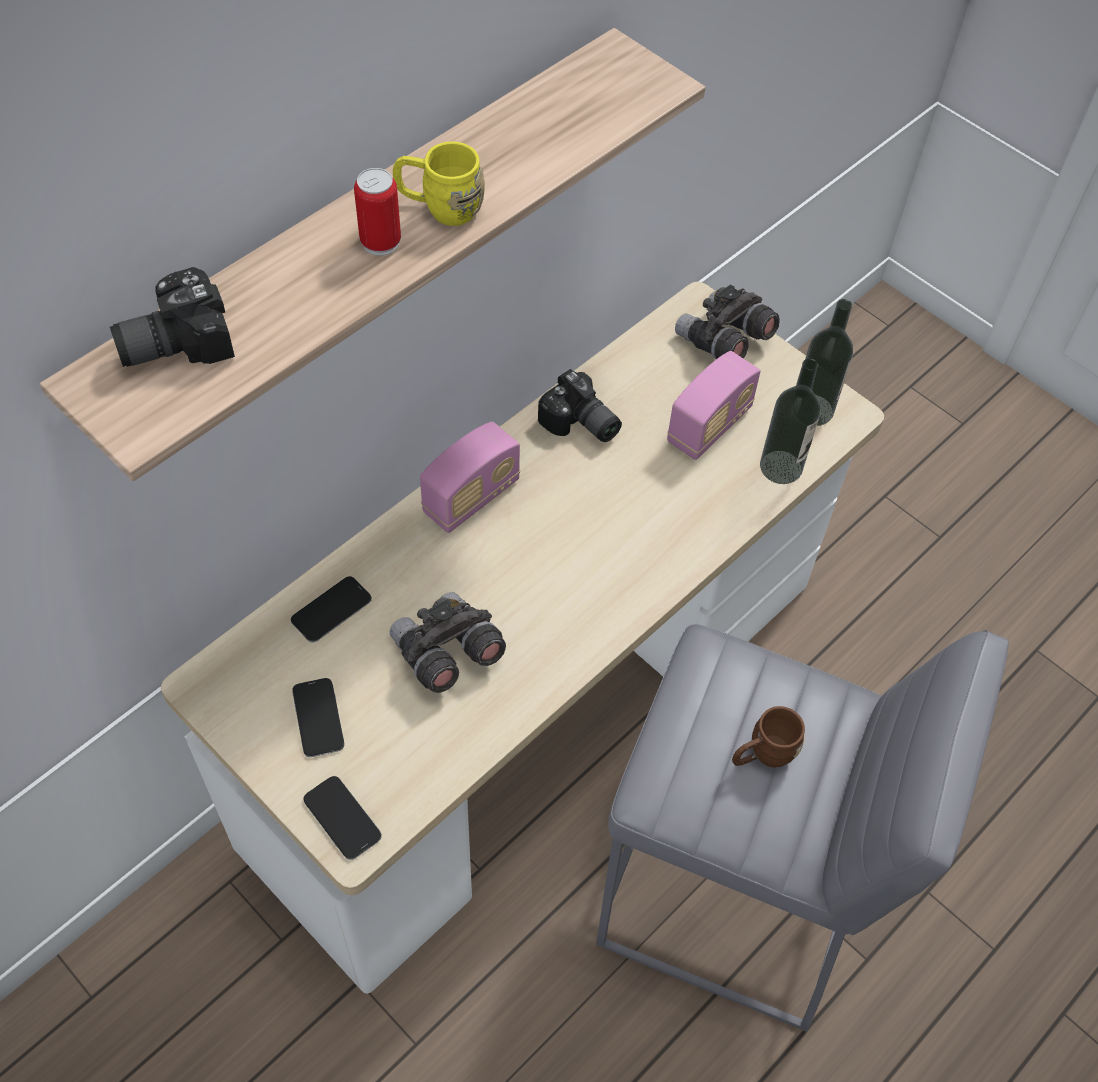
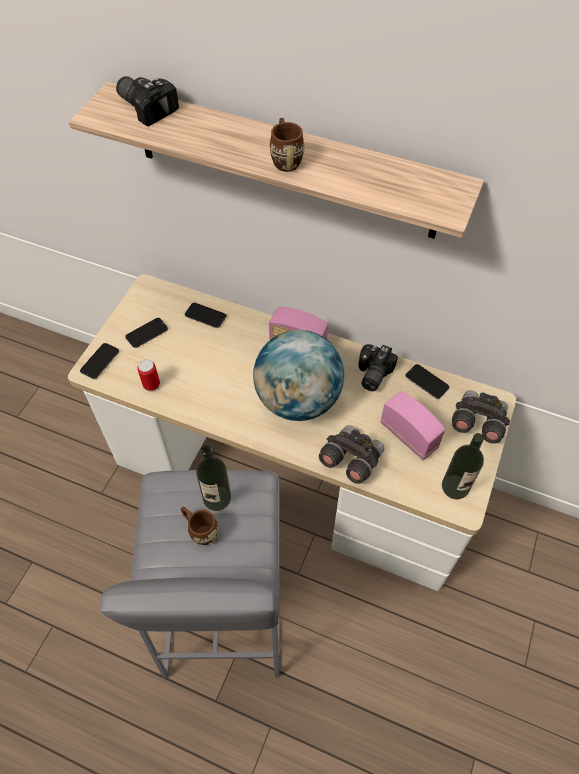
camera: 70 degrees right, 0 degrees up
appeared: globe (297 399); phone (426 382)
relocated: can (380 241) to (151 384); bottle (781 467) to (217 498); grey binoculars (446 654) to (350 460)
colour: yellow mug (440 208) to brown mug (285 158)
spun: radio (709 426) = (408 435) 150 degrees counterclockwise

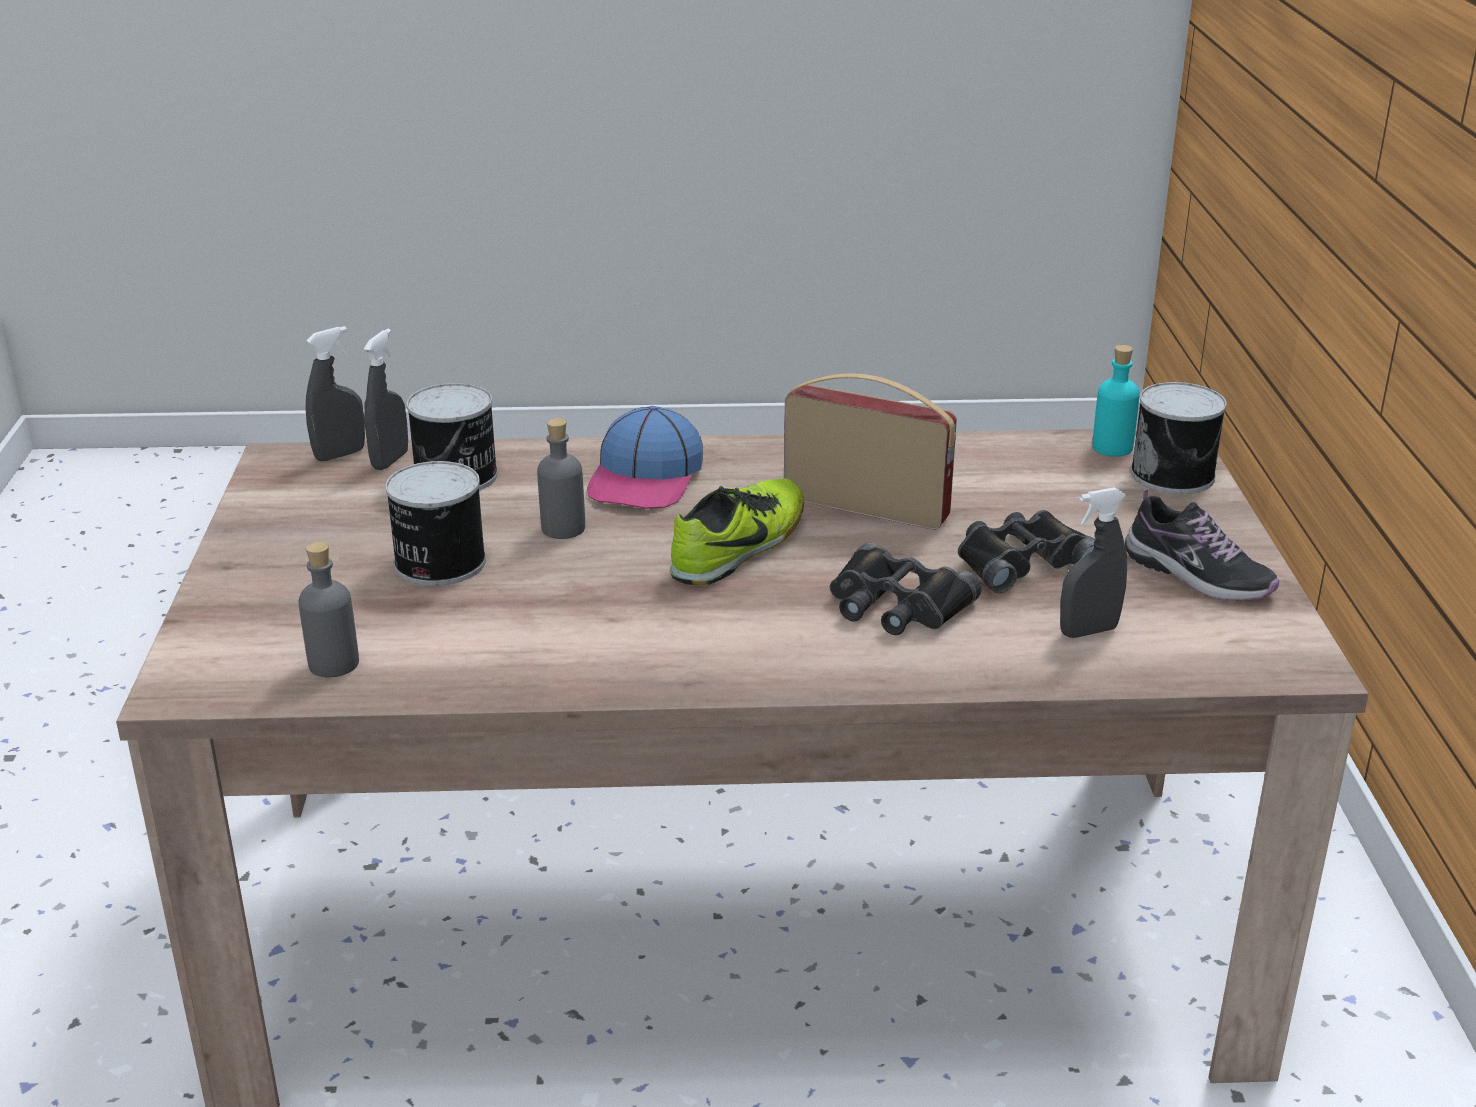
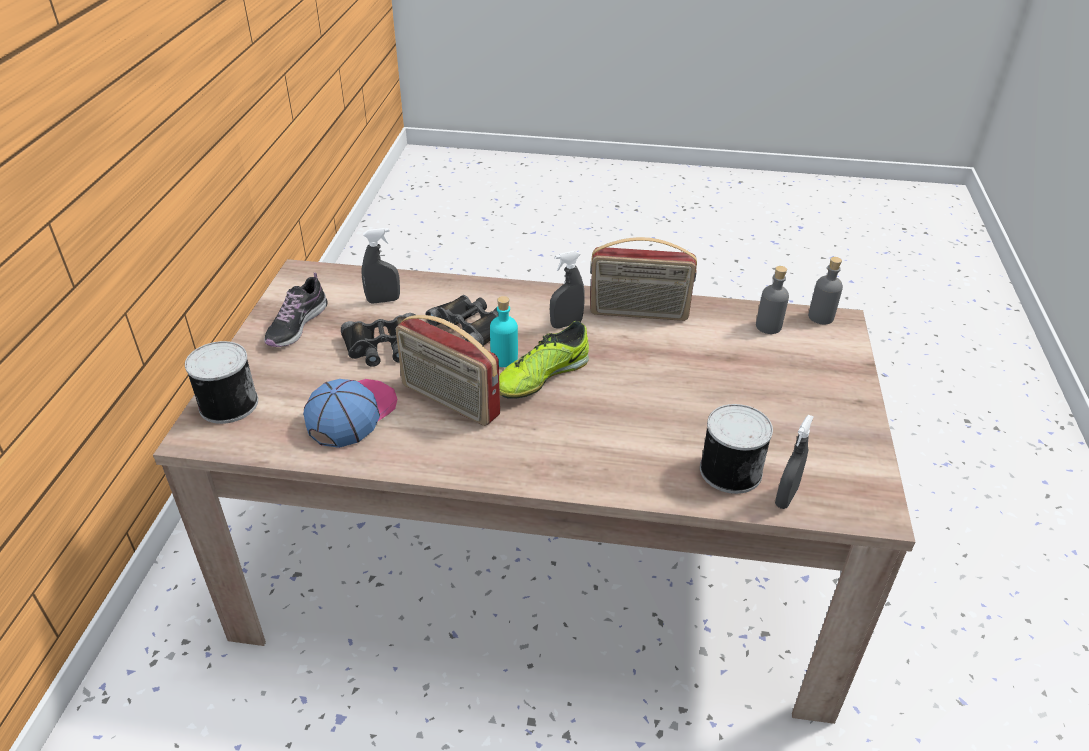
camera: 170 degrees left, 10 degrees up
missing: can (437 563)
appeared: radio (639 313)
relocated: cap (646 478) to (351 414); turquoise bottle (1112 447) to (504 359); grey spray bottle (340 455) to (566 324); grey bottle (563 528) to (821 317)
spun: shoe (1197 575) = (296 325) 120 degrees counterclockwise

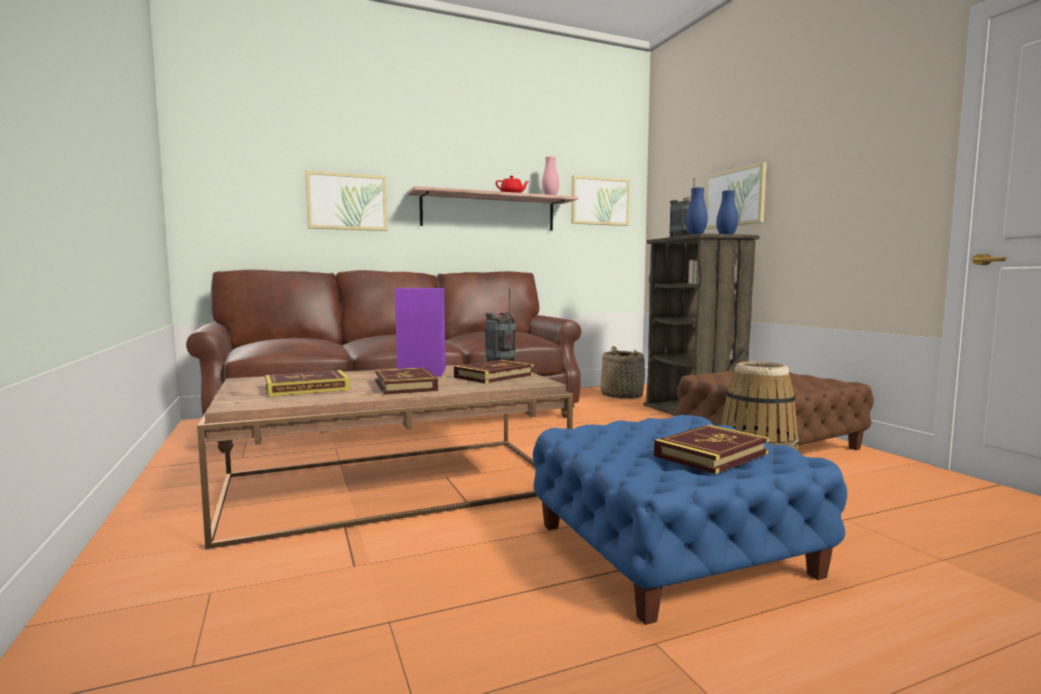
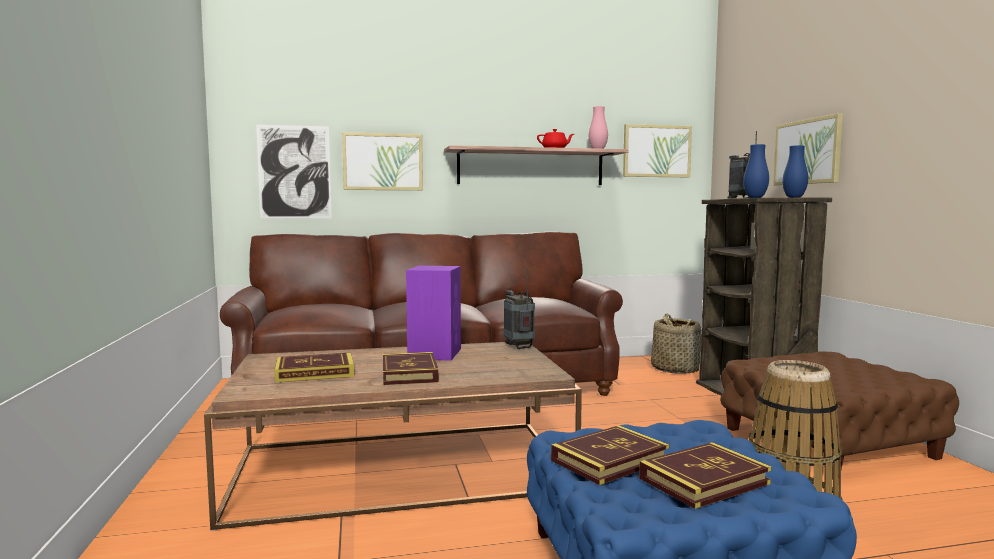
camera: 10 degrees right, 0 degrees up
appeared: picture (294 172)
relocated: book (494 376) to (609 460)

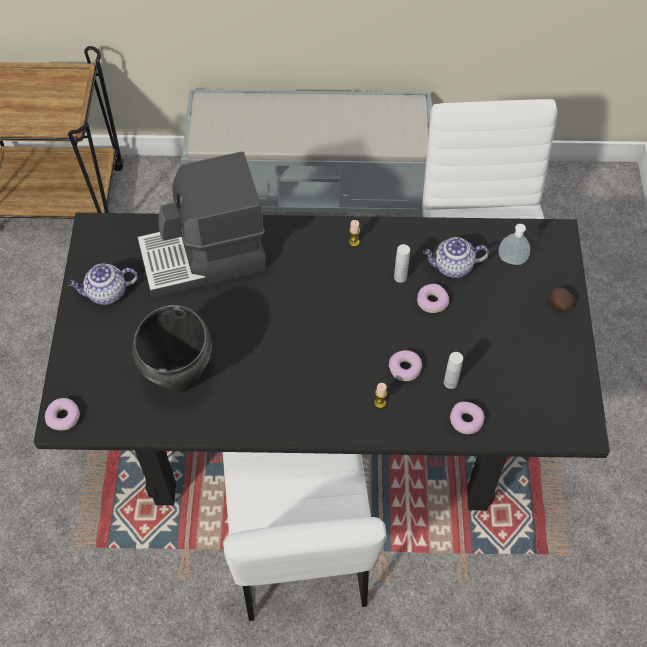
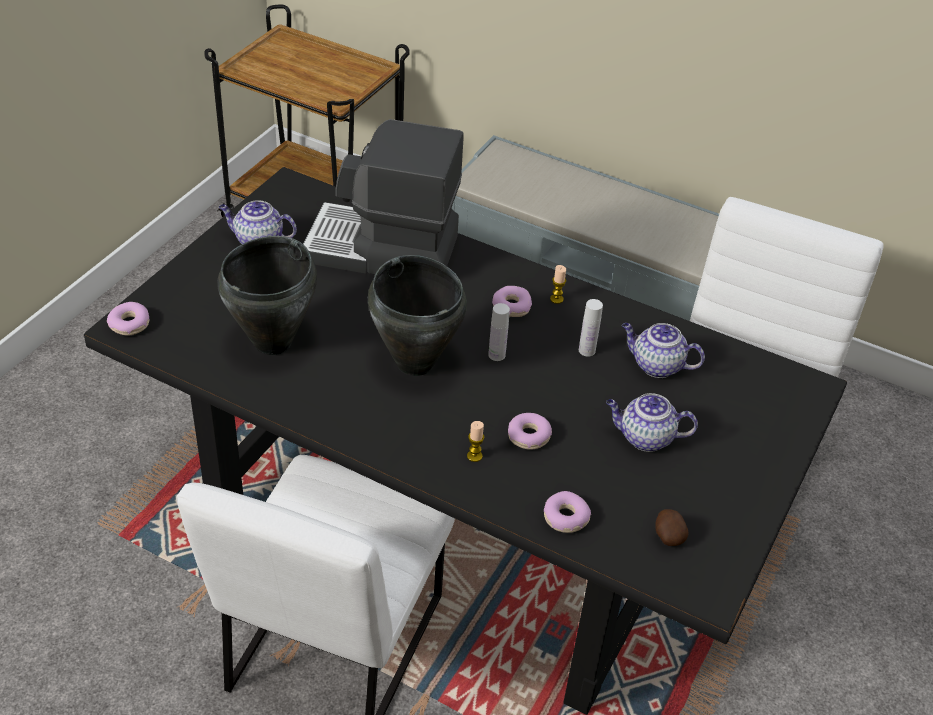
camera: 25 degrees right, 15 degrees down
missing: soap dispenser (511 261)
appeared: black cooking pot (415 362); teapot (645 438)
relocated: white bottle (450 382) to (496 355); donut (431 302) to (511 306); potato (559 304) to (668 536)

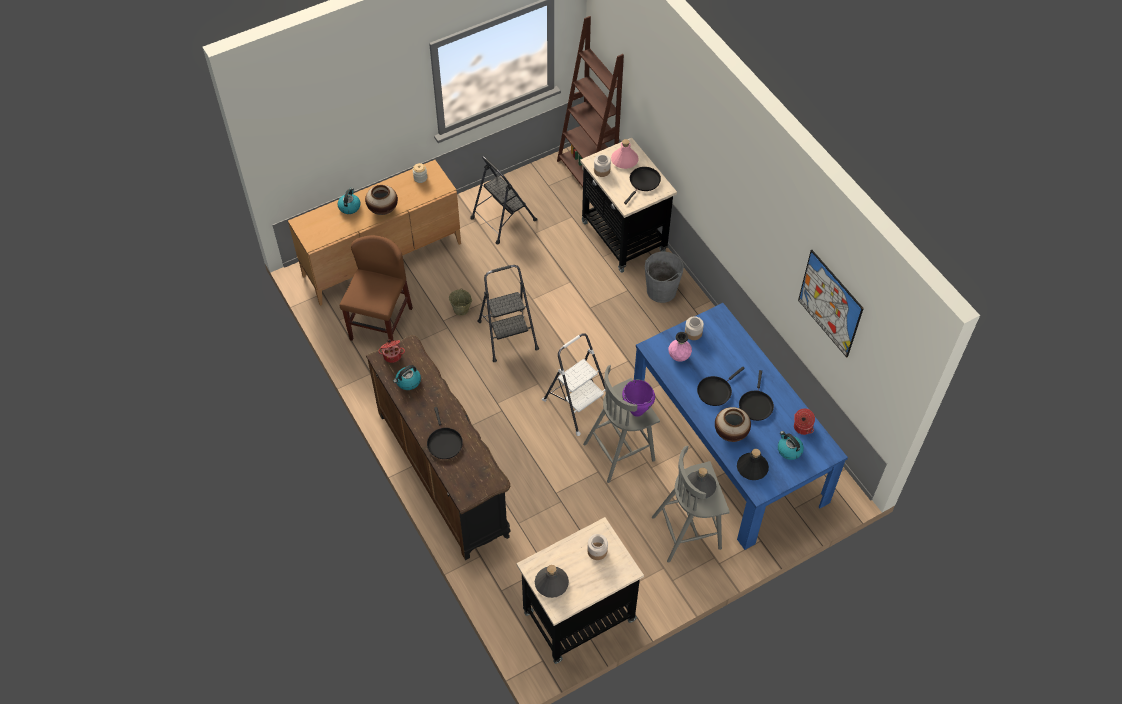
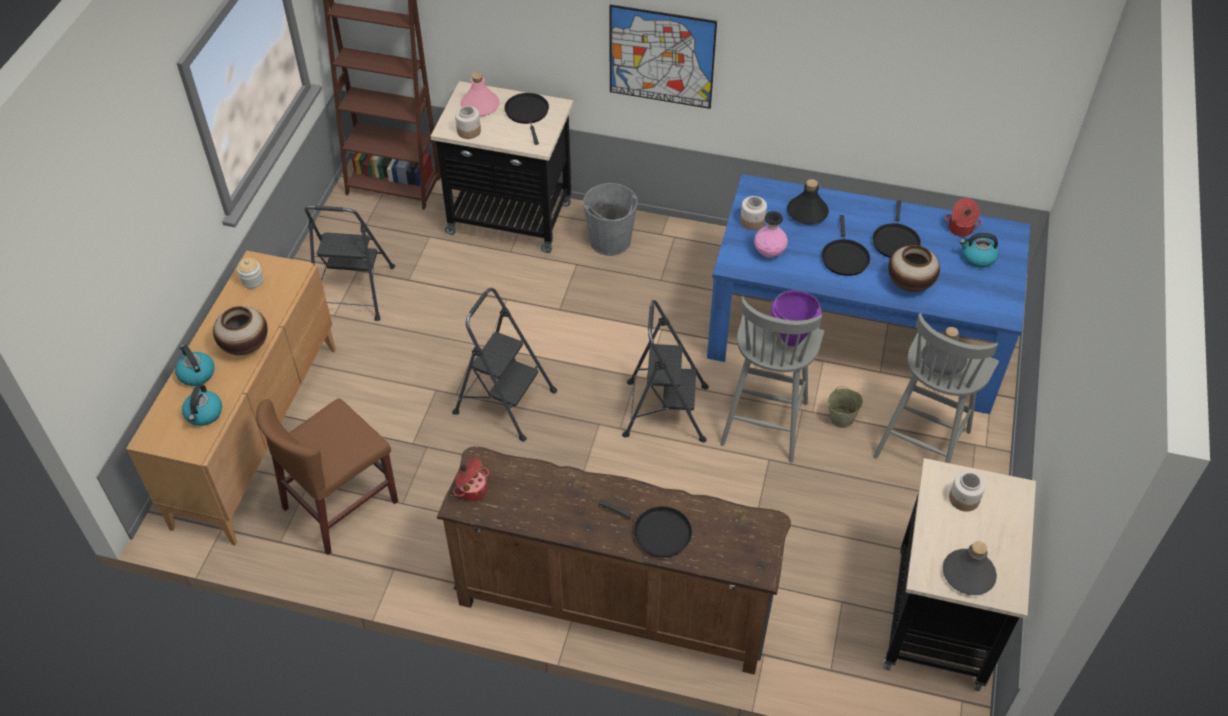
camera: 45 degrees left, 5 degrees down
relocated: kettle (408 382) to (204 414); picture (830 303) to (661 57); black bottle (752 467) to (807 212); beige bucket (461 309) to (842 418)
colour: white step ladder (577 402) to black step ladder (662 410)
spun: brown chair (381 324) = (341 505) 105 degrees counterclockwise; black frying pan (755 404) = (895 241) 45 degrees clockwise

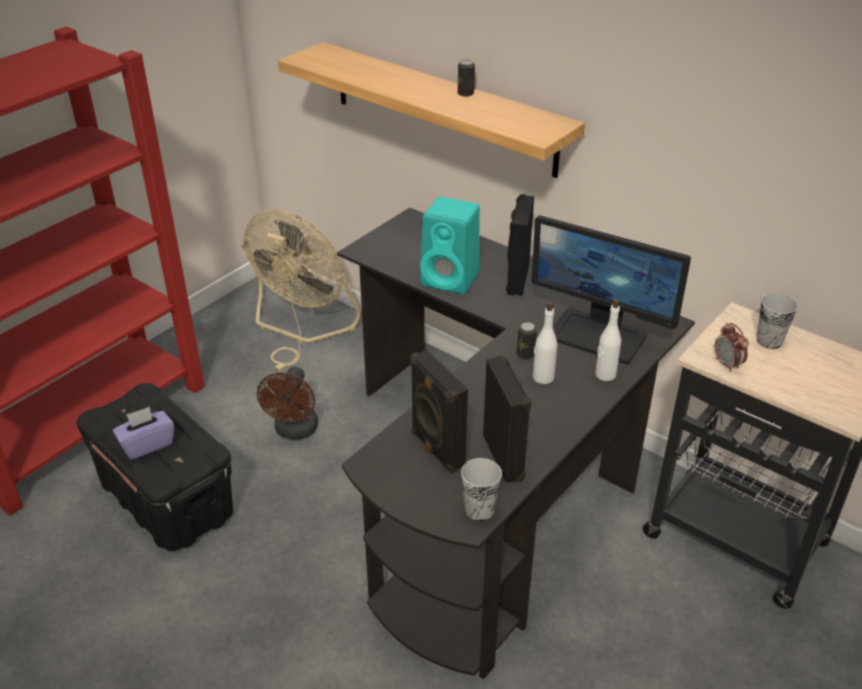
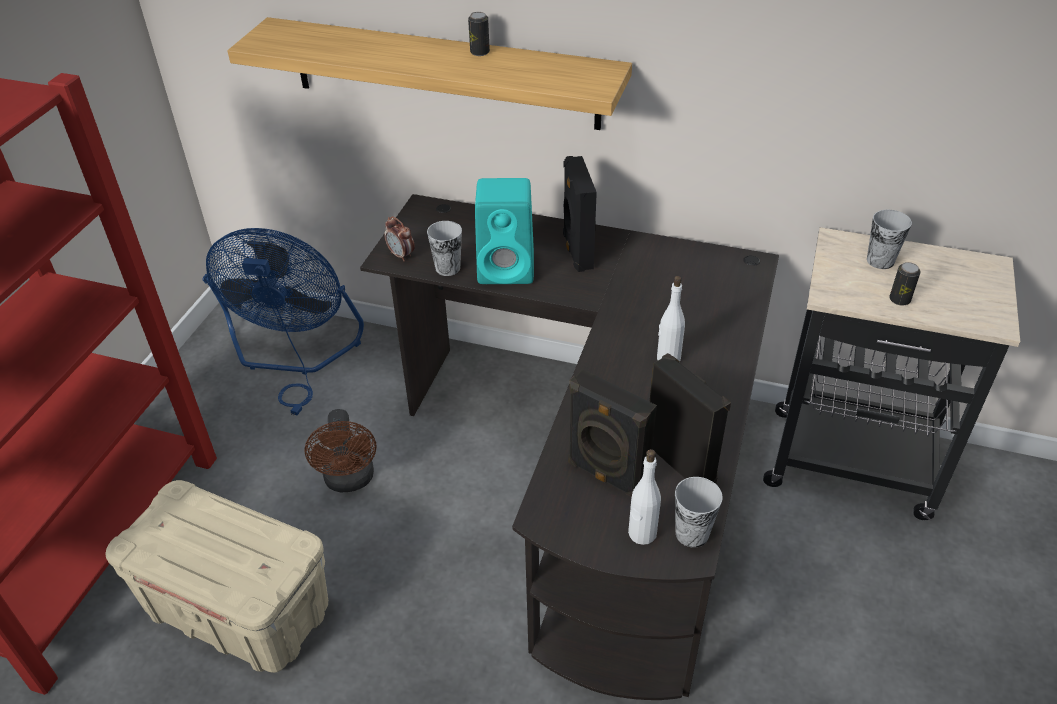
camera: 20 degrees left, 5 degrees up
missing: purple tissue box (147 444); monitor (598 335)
appeared: cup (447 268)
relocated: alarm clock (727 364) to (401 255); white bottle (605 374) to (642 533); can (525 354) to (899 300)
colour: black storage box (168 500) to beige storage box (240 610); beige fan (295 327) to blue fan (290 357)

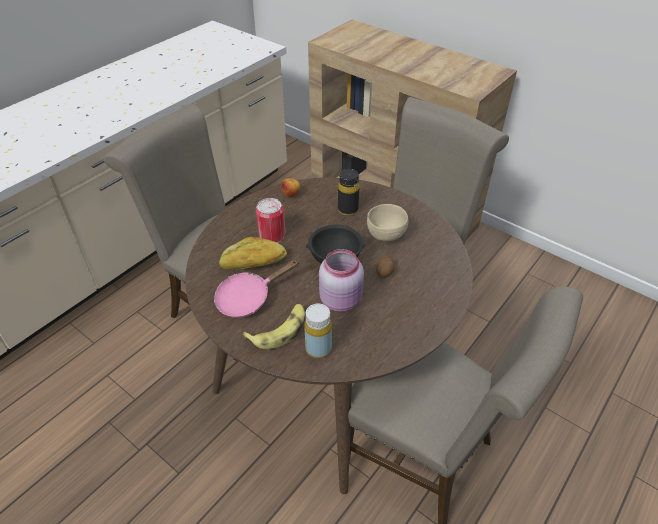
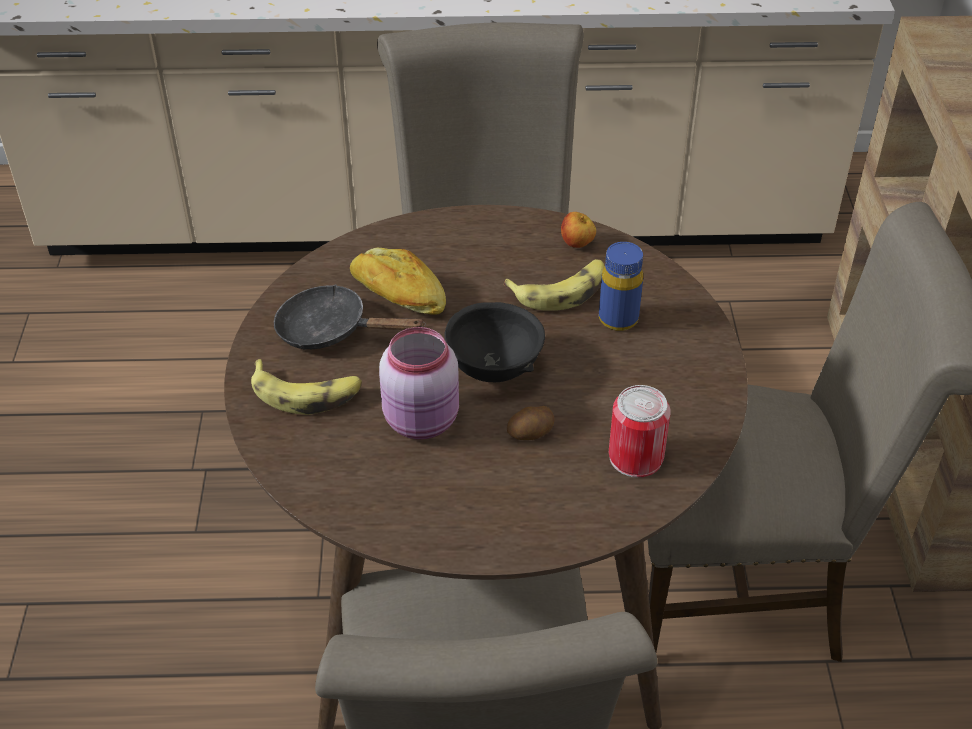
camera: 50 degrees right, 0 degrees up
missing: yellow bottle (318 349); beige bowl (386 235)
appeared: banana (560 291)
relocated: can (272 235) to (635 457)
colour: pink frying pan (248 298) to black frying pan (331 330); black bottle (348 210) to blue bottle (618 319)

